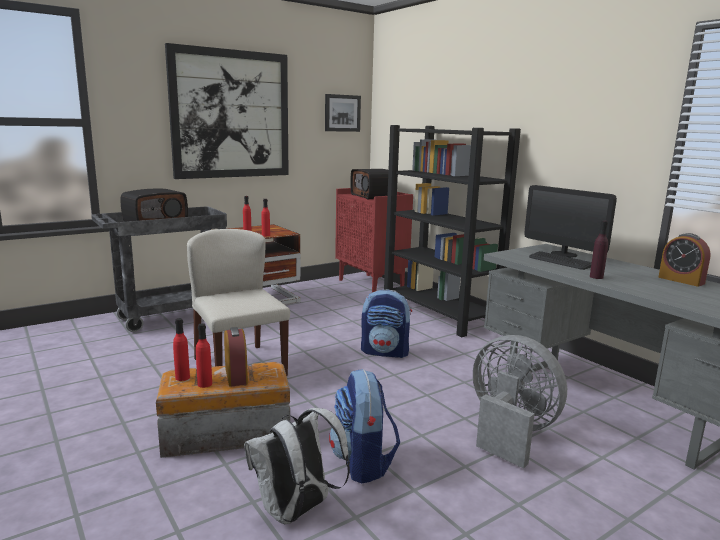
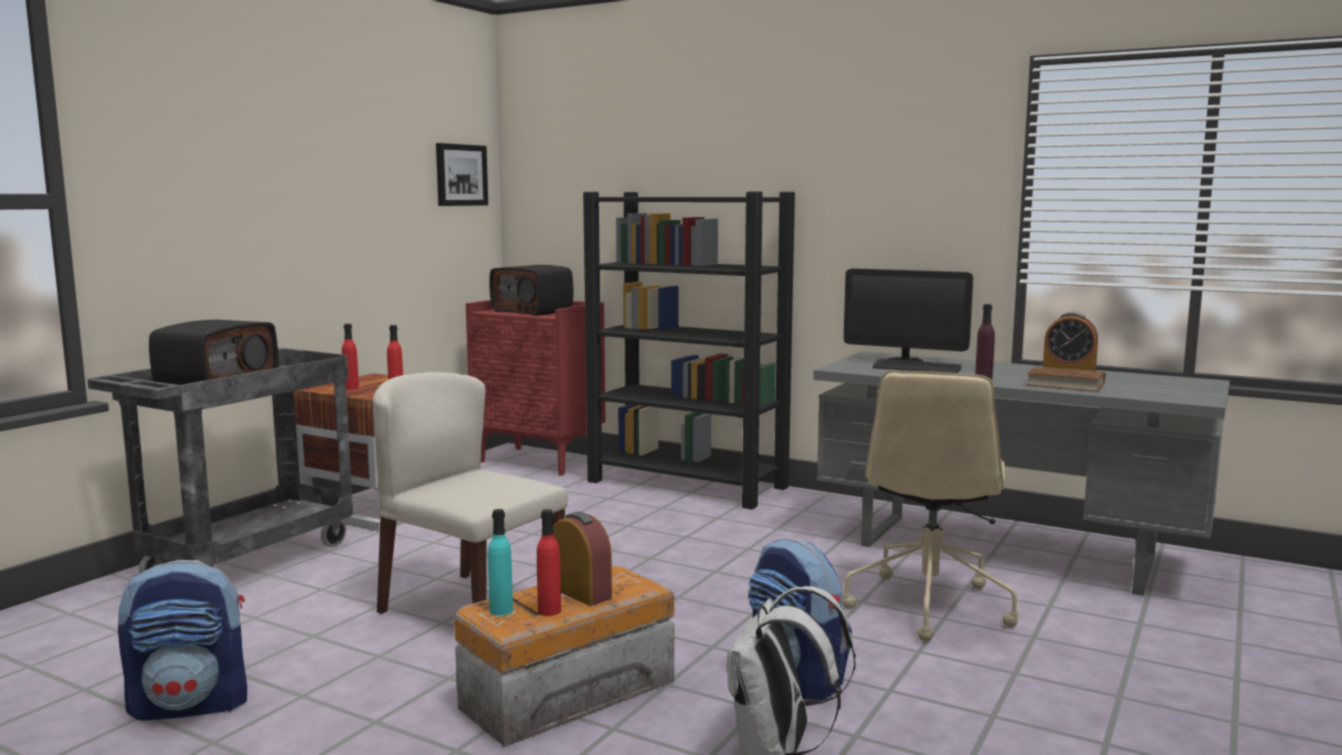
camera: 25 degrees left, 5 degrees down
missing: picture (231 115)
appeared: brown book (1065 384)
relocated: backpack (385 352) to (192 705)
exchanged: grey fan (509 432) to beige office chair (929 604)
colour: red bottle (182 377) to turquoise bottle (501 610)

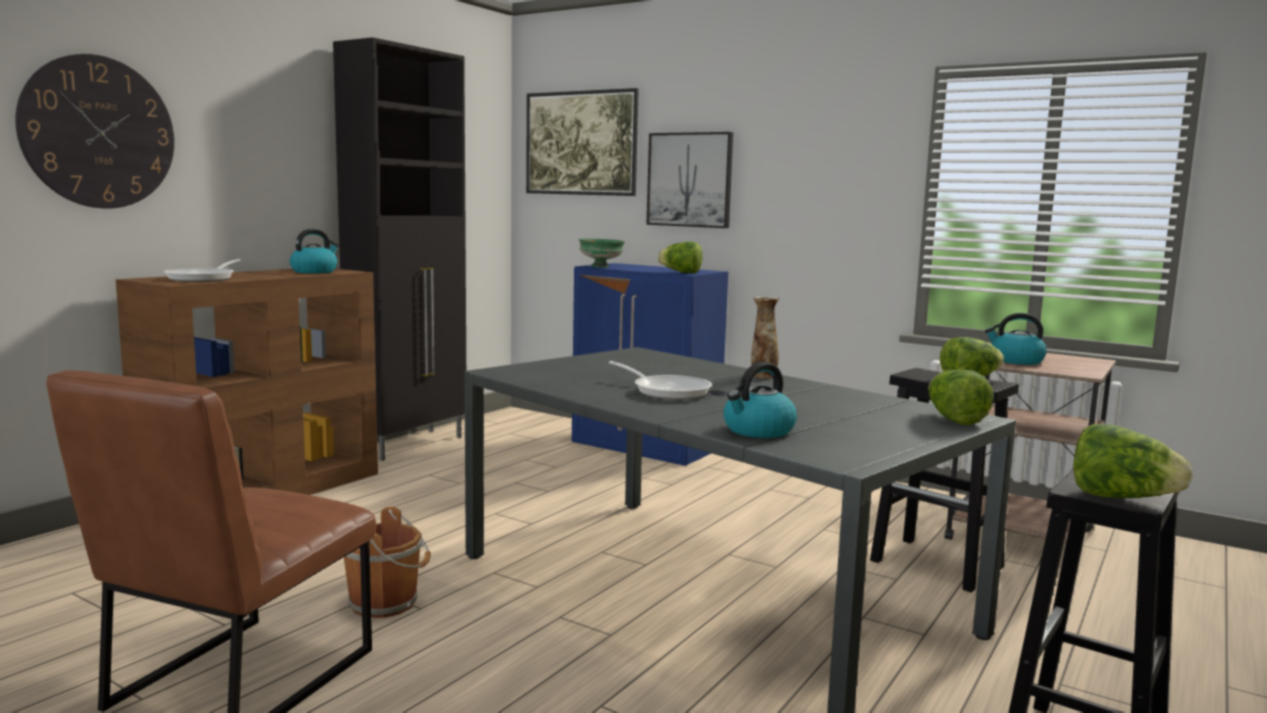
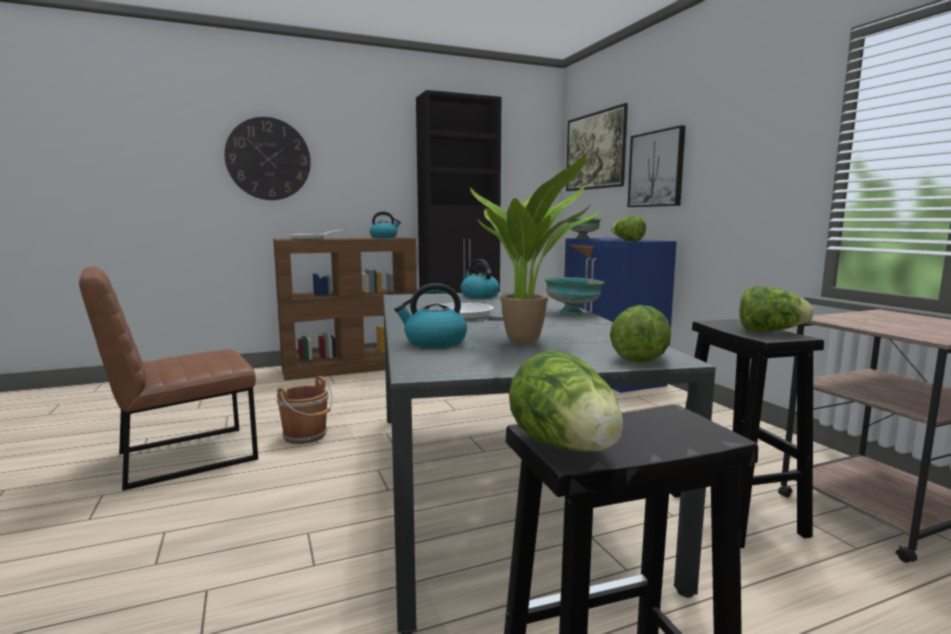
camera: 35 degrees right, 0 degrees up
appeared: potted plant (528 339)
relocated: kettle (1016 361) to (479 296)
exchanged: vase (763 376) to turquoise bowl (572 313)

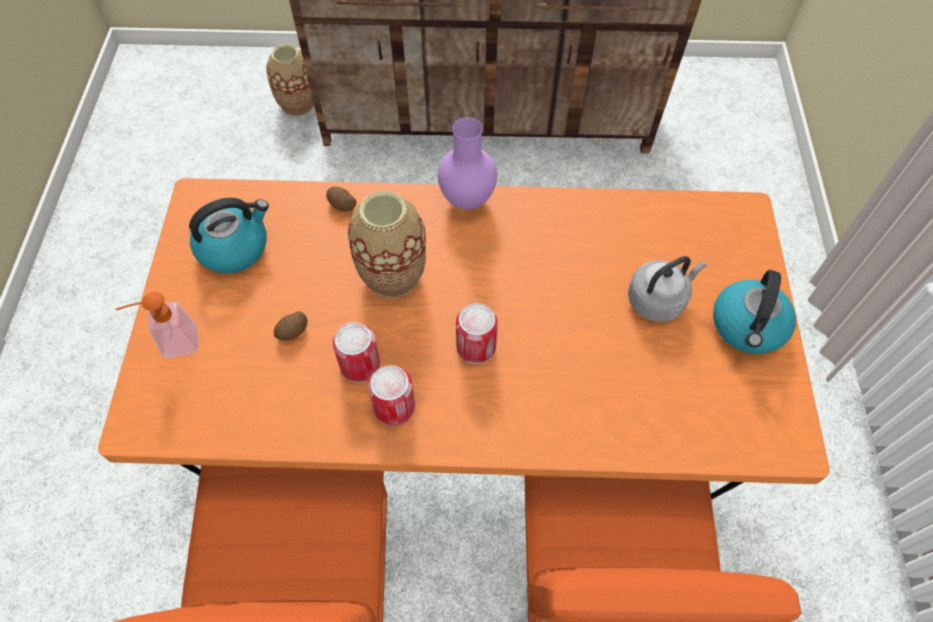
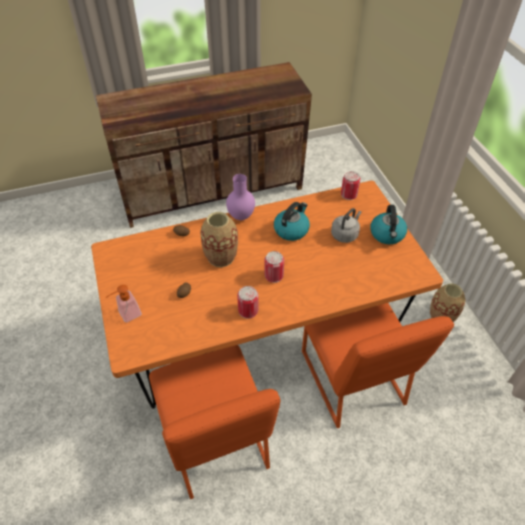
camera: 20 degrees left, 10 degrees down
relocated: kettle (234 247) to (291 229); can (360 365) to (349 194); vase (298 104) to (441 317)

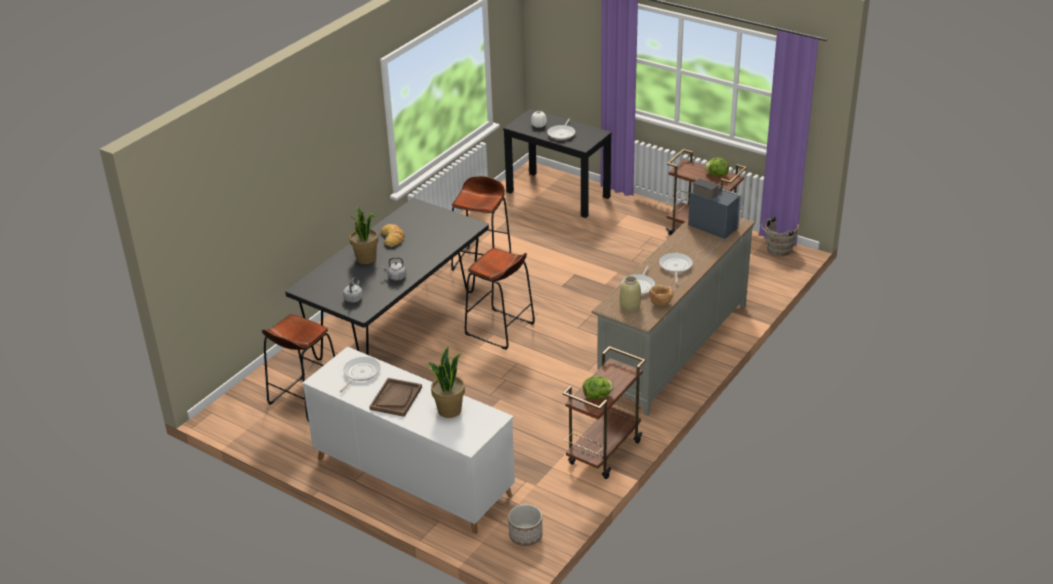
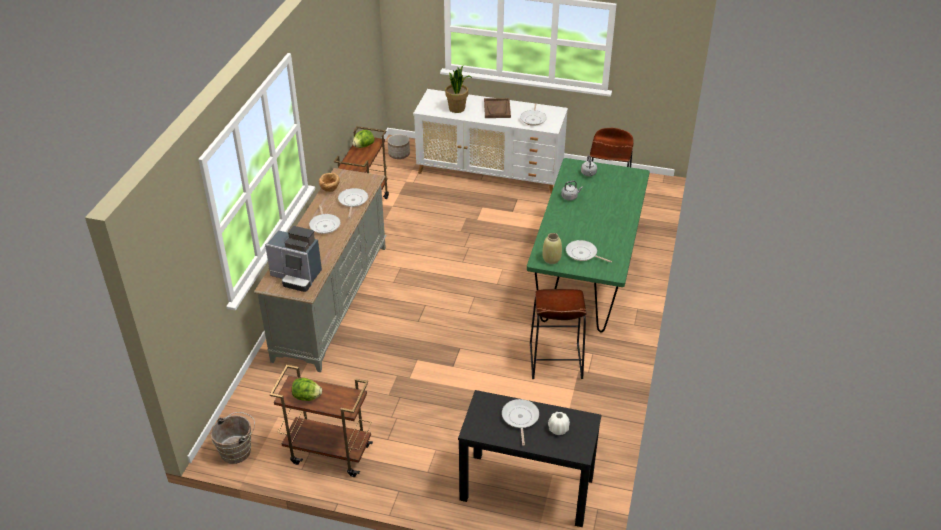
camera: 160 degrees right, 5 degrees up
missing: potted plant (366 258); bread (393 237); brown stool (500 329)
appeared: frying pan (583 254)
relocated: beige vase (630 306) to (551 259)
colour: black dining table (396 324) to green dining table (586 276)

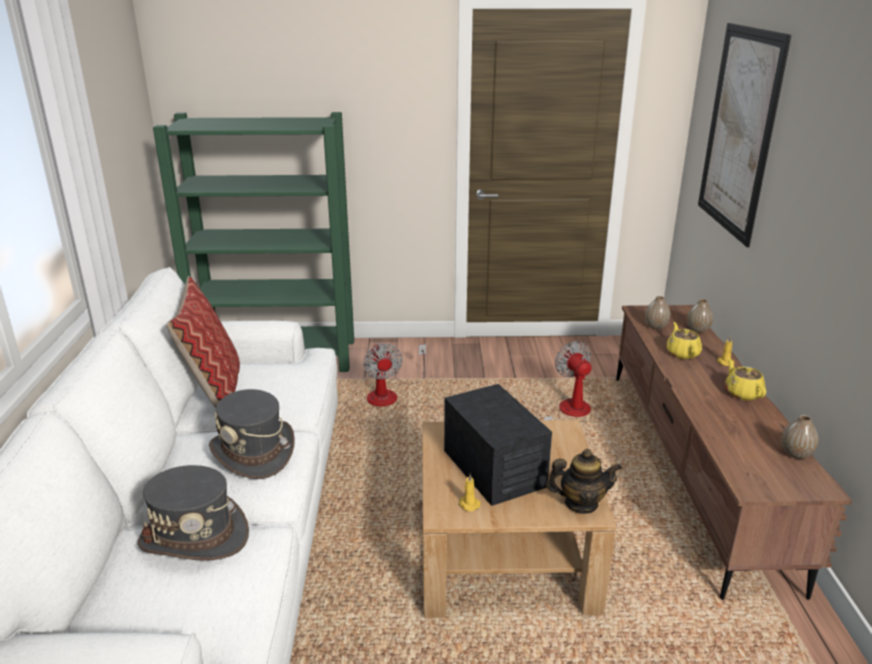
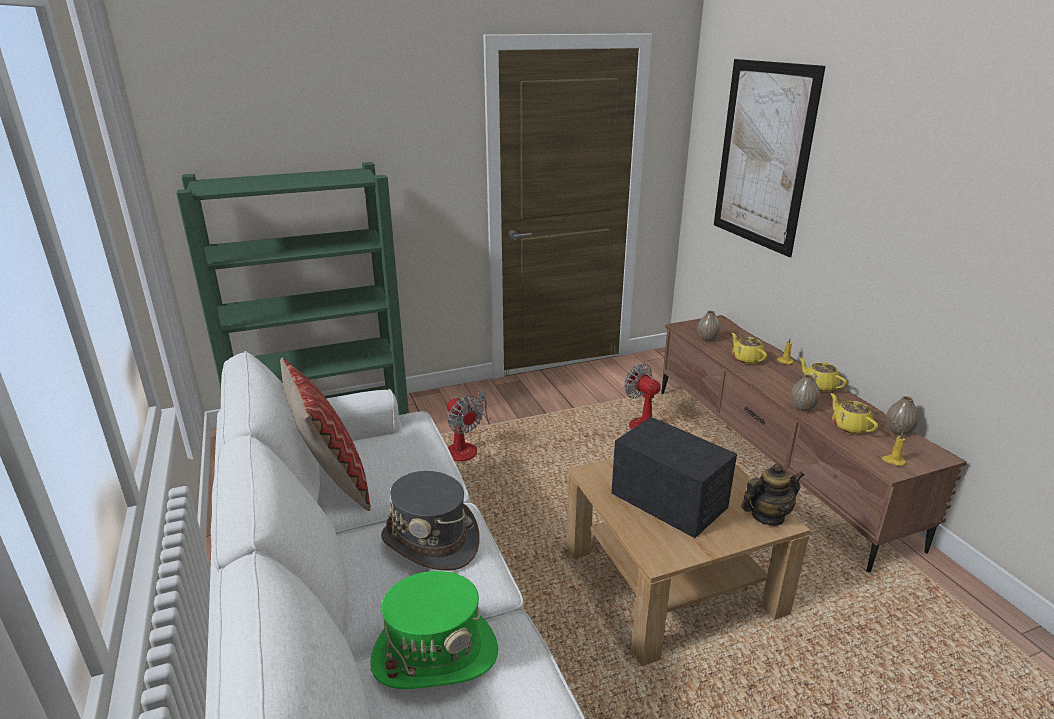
camera: 20 degrees left, 0 degrees up
appeared: yellow teapot (849 427)
relocated: vase (698 330) to (802 408); yellow candle (468 504) to (893 461)
colour: grey hat (195 537) to green hat (435 654)

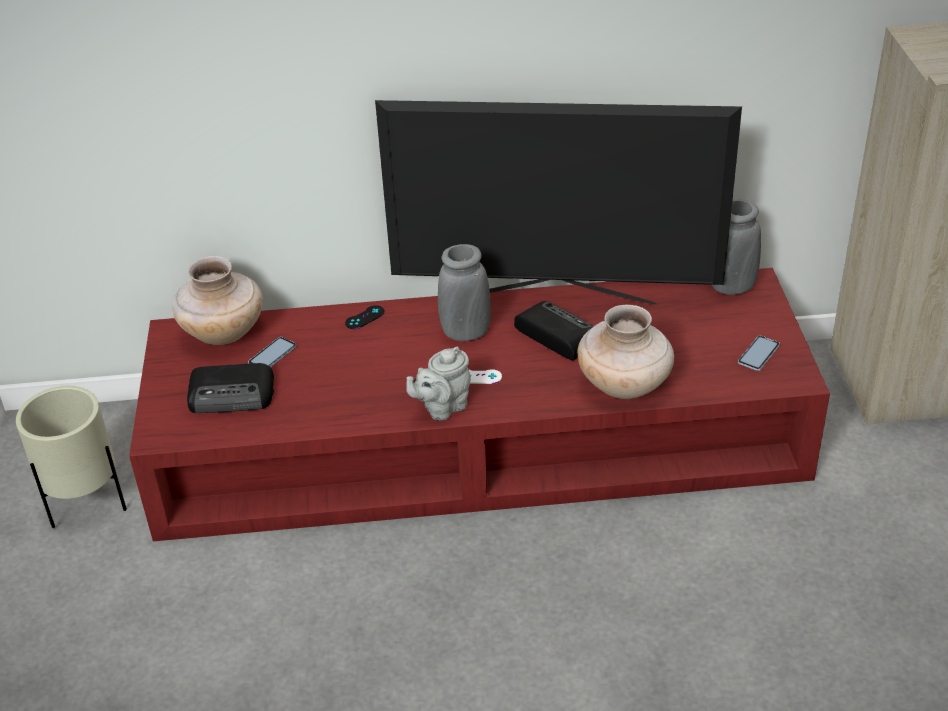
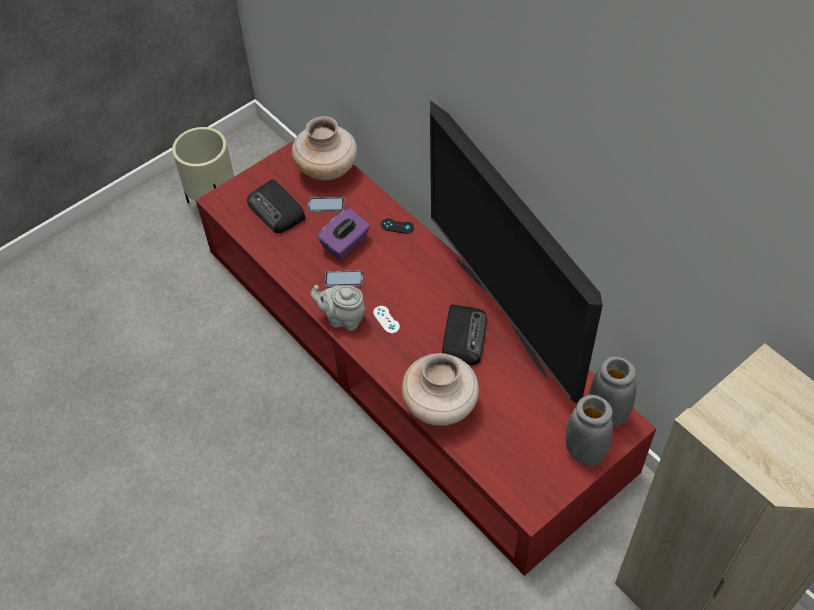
camera: 55 degrees right, 15 degrees up
appeared: purple tissue box (345 244)
relocated: phone (758 354) to (344 279); grey vase (465 332) to (584 451)

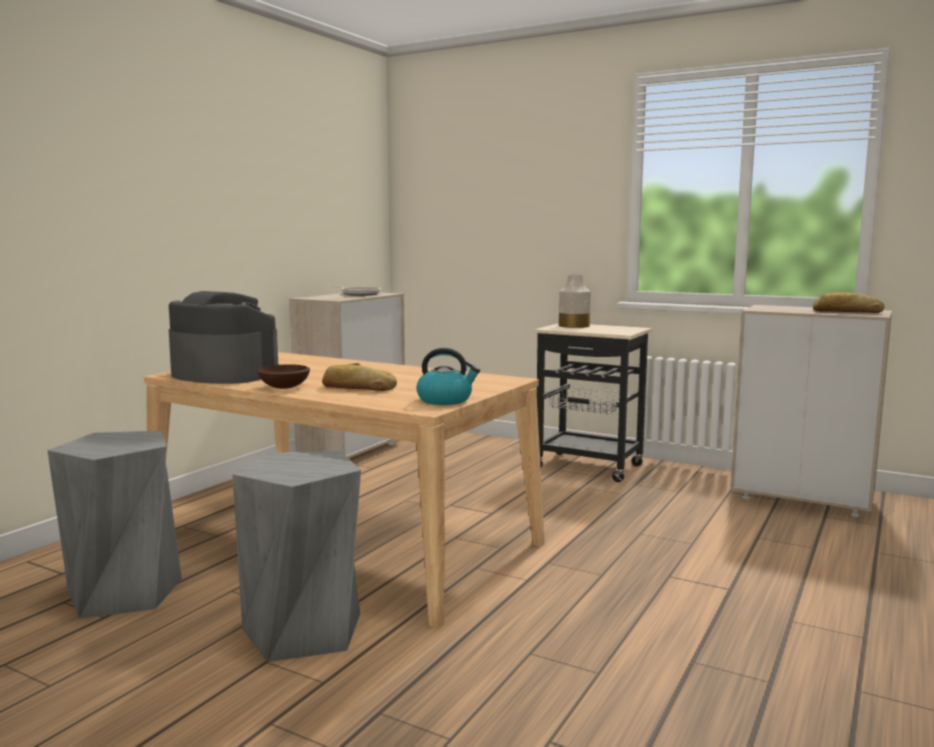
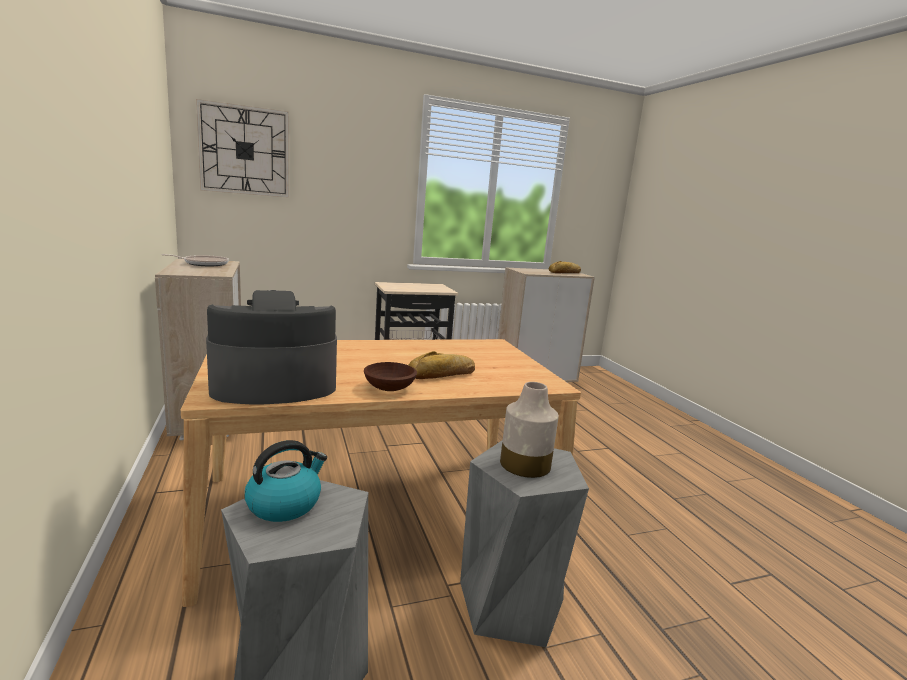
camera: 50 degrees left, 5 degrees up
appeared: wall clock (245 151)
relocated: kettle (445 400) to (285 504); beige vase (574 326) to (525 464)

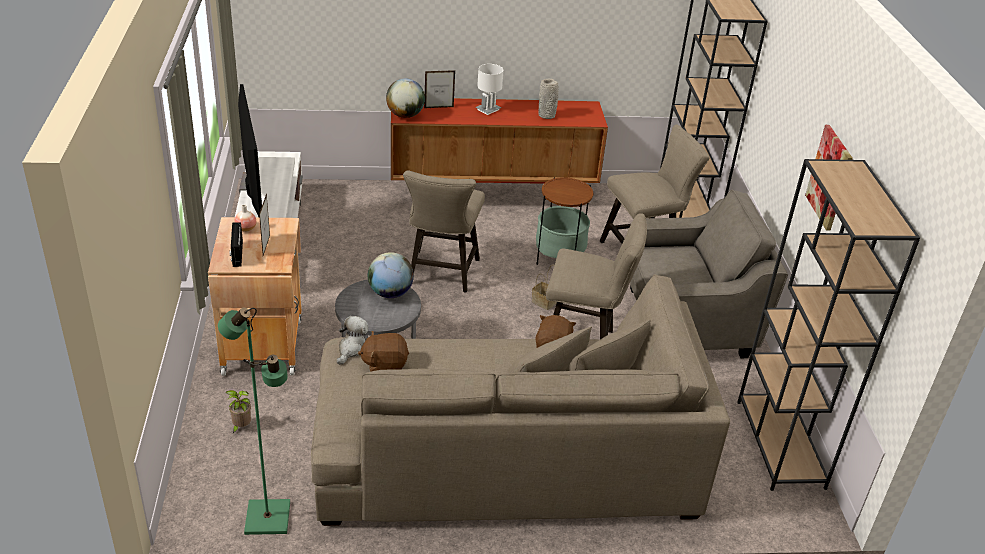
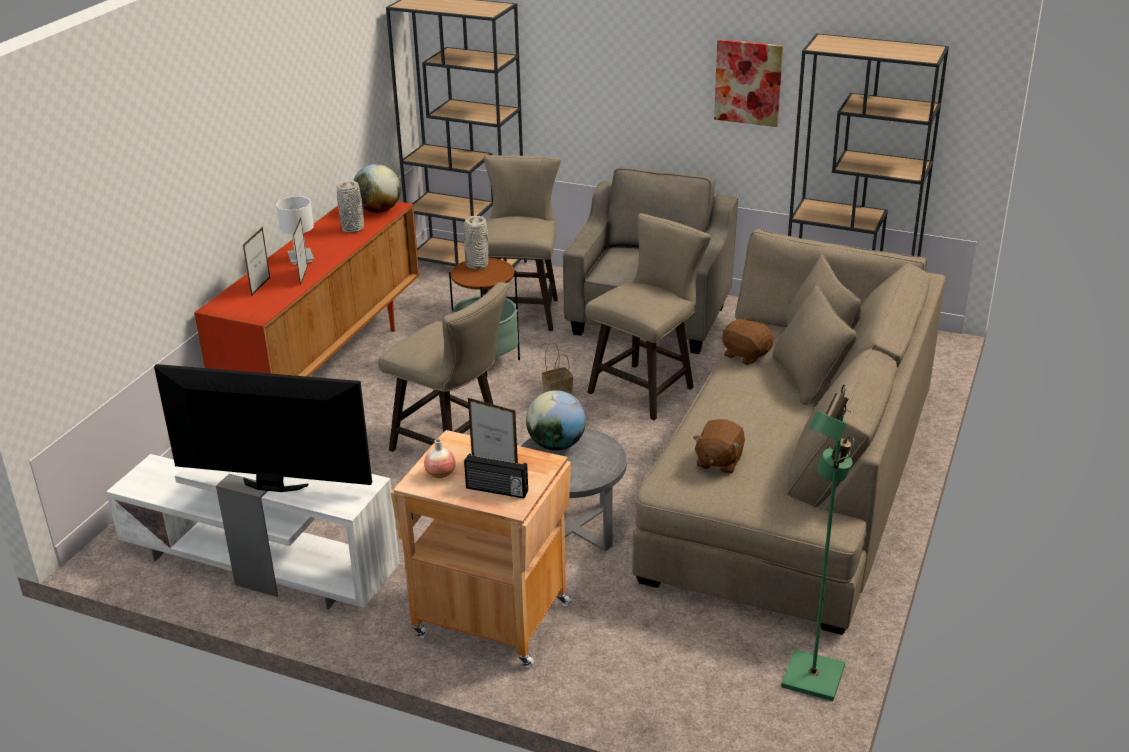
camera: 60 degrees left, 5 degrees down
missing: potted plant (241 427); plush toy (352 349)
appeared: picture frame (304 276); grey vase (476 265)
relocated: globe (405 115) to (378 210)

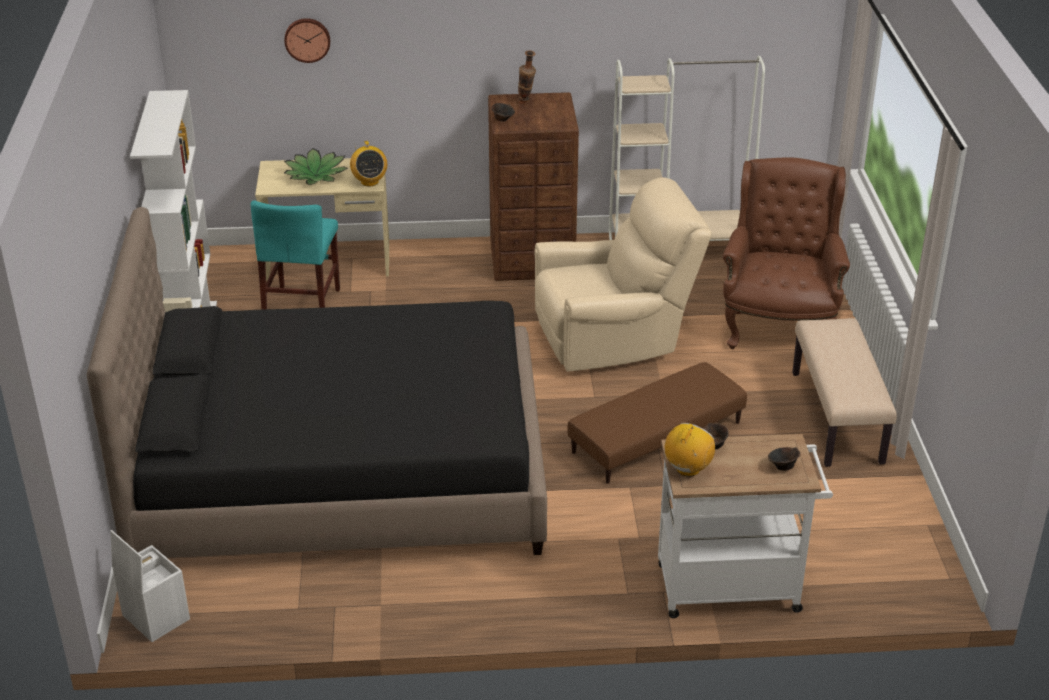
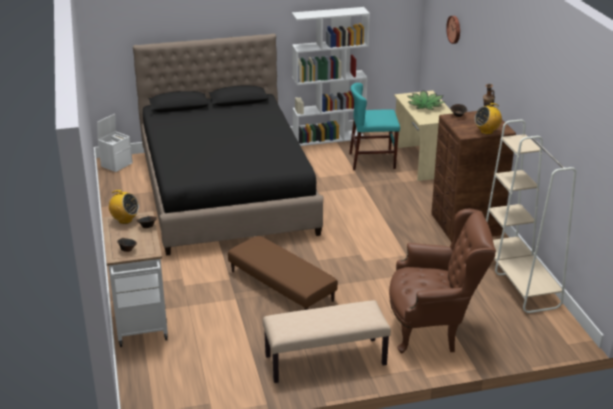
camera: 80 degrees right, 5 degrees down
missing: beige armchair (614 338)
relocated: radio (369 182) to (487 131)

